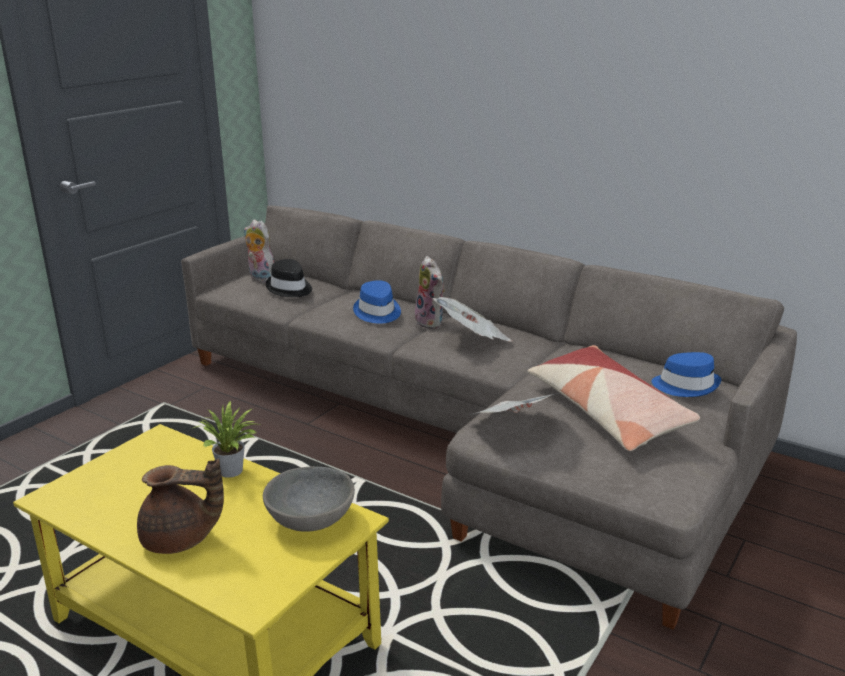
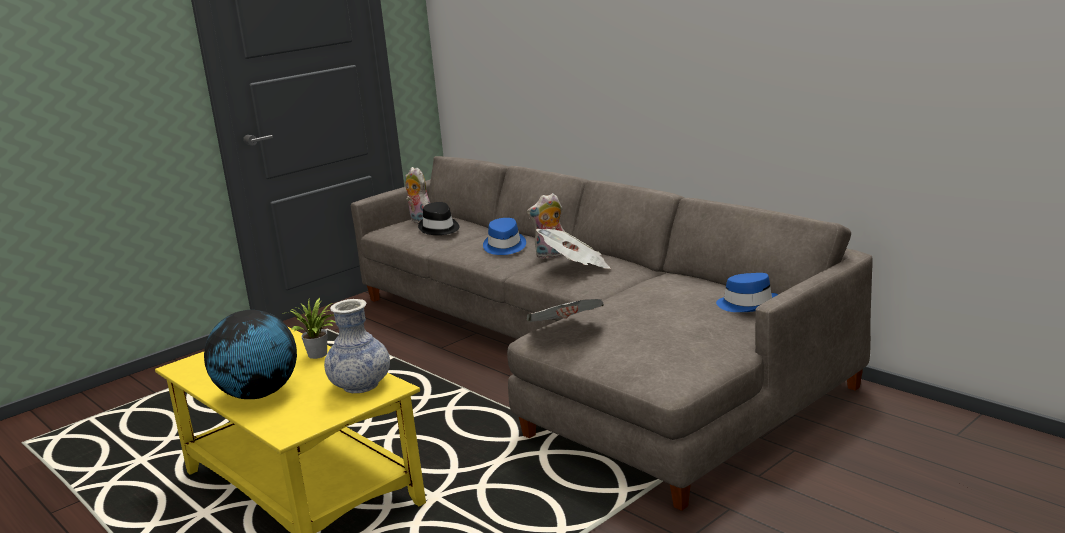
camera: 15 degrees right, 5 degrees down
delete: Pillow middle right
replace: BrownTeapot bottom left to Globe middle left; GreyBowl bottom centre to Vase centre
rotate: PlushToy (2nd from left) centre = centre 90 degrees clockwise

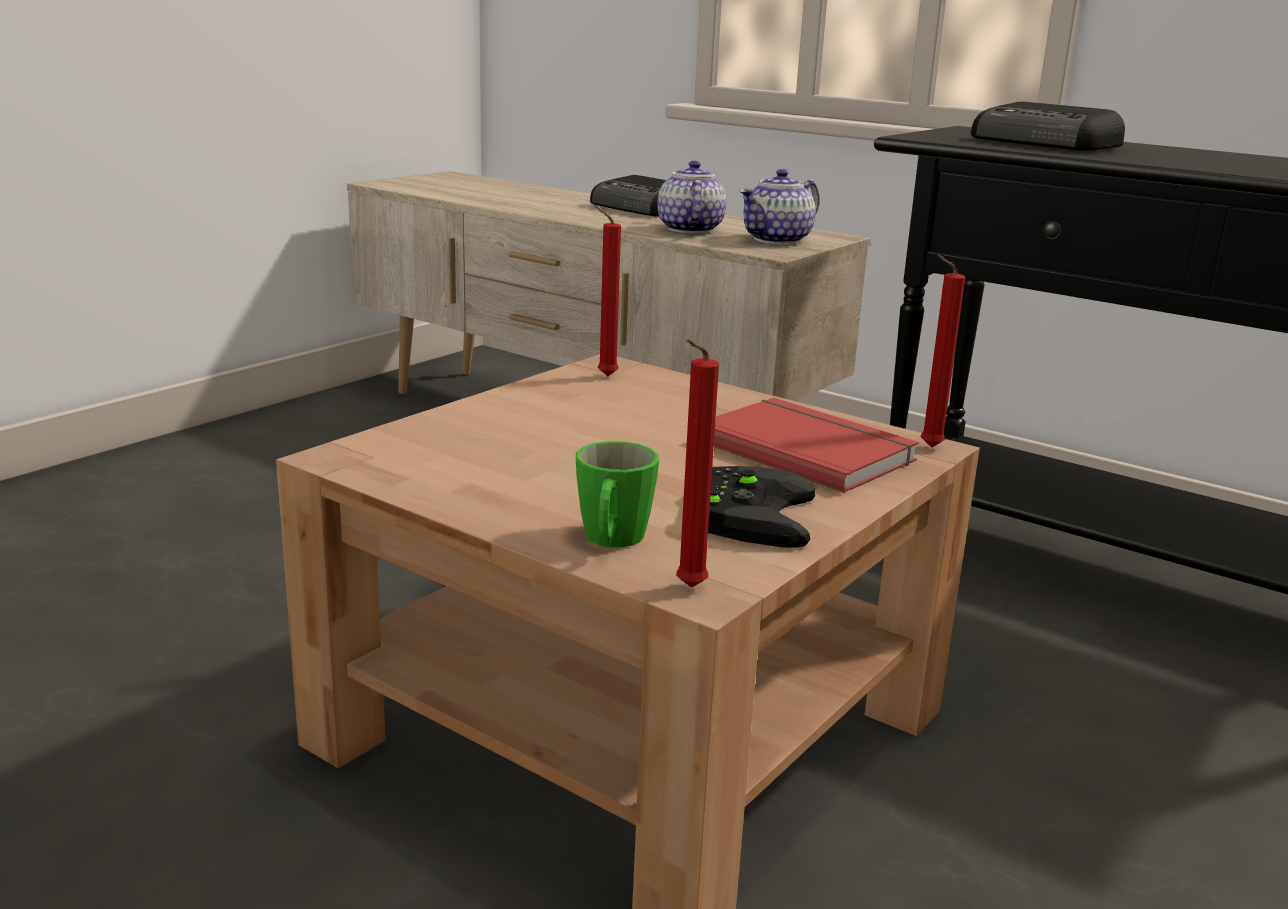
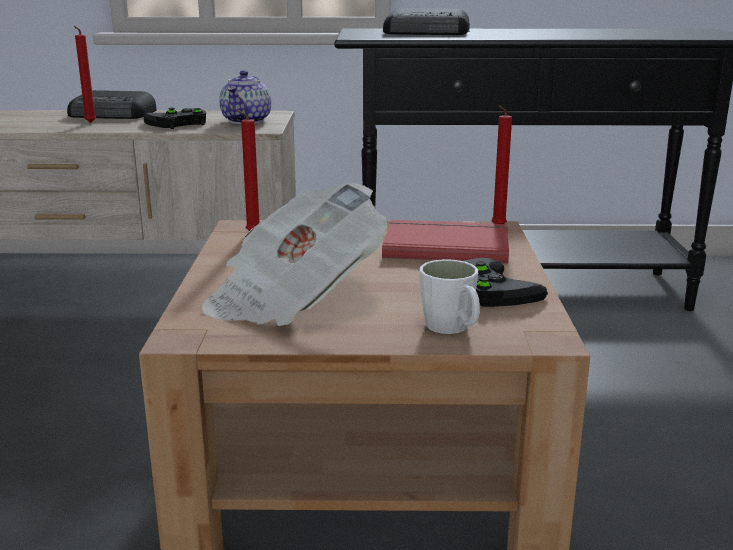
camera: 35 degrees left, 0 degrees up
insert: Newspaper centre
move: RedCandle (2nd from left in the first image) centre to RedCandle (1st from left) top left
replace: Teapot (1st from left) top centre to BlackGameController (1st from left) top left
recolor: GreenMug centre to WhiteMug centre

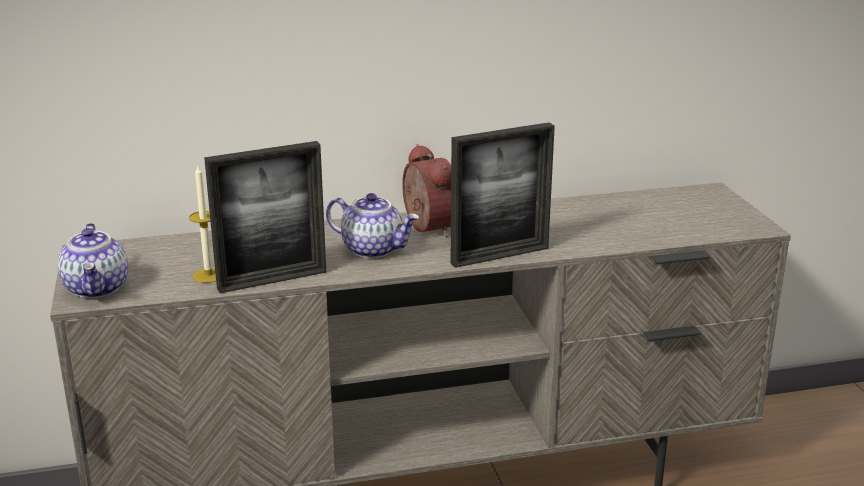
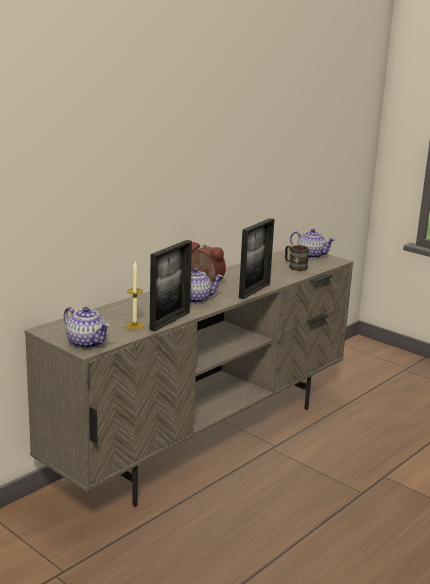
camera: 35 degrees left, 5 degrees down
insert: BrownMug middle right; Teapot (3rd from left) middle right

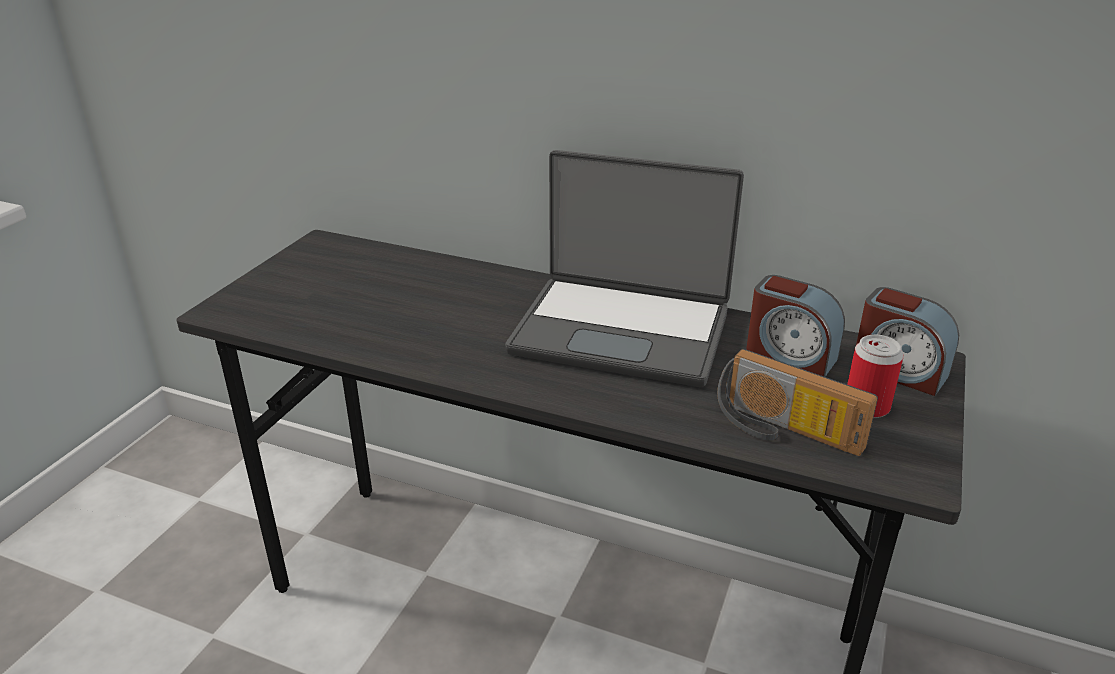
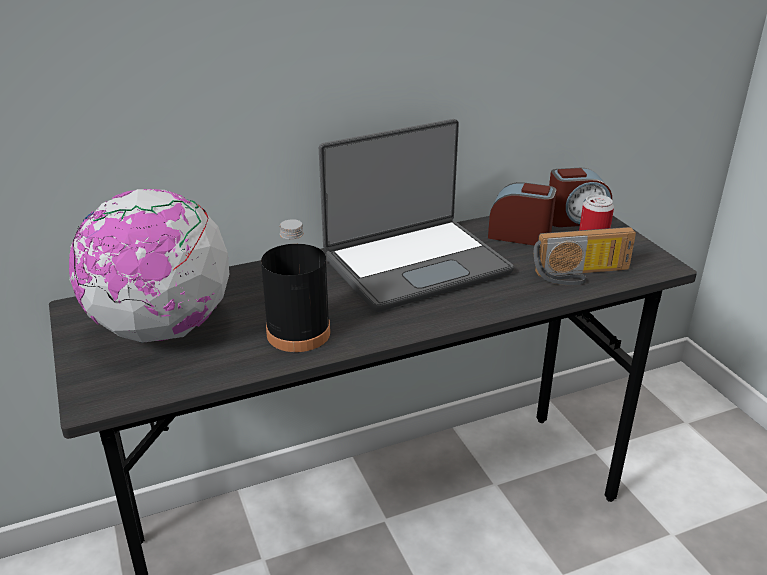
camera: 45 degrees left, 0 degrees up
insert: Globe middle left; BlackBottle centre
rotate: AlarmClock (1st from left) middle right = middle right 150 degrees counterclockwise

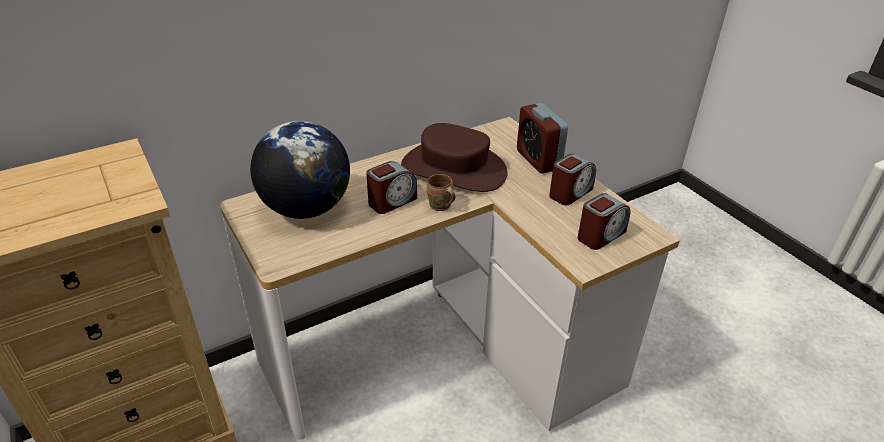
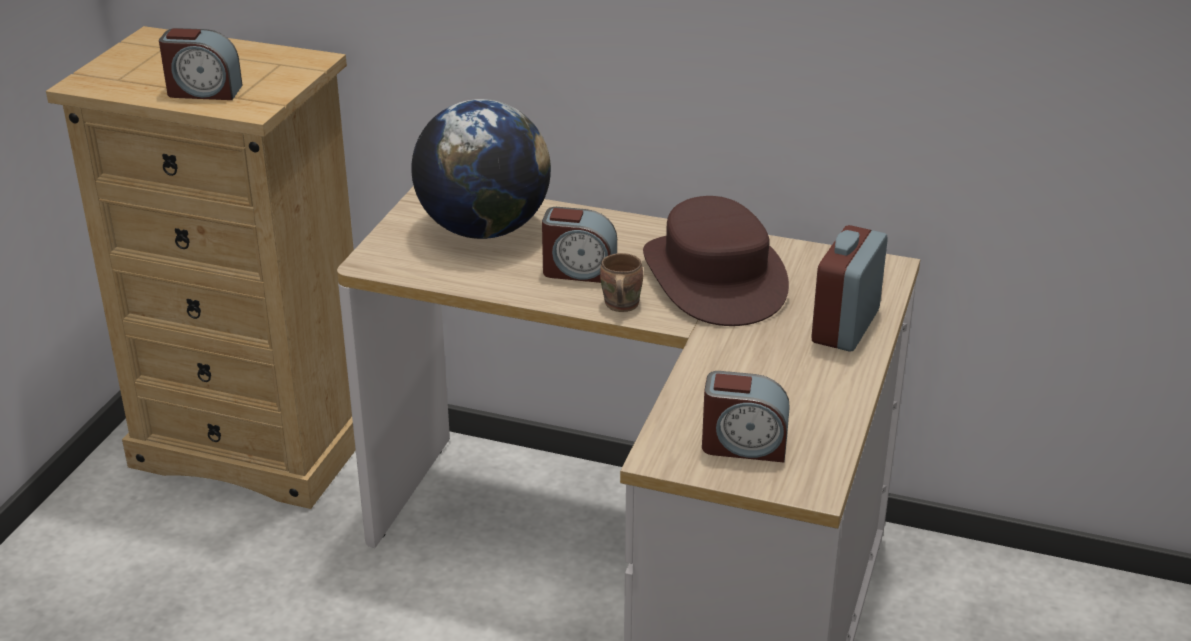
camera: 50 degrees right, 5 degrees down
move: AlarmClock (3rd from left in the first image) centre to AlarmClock (1st from left) top left

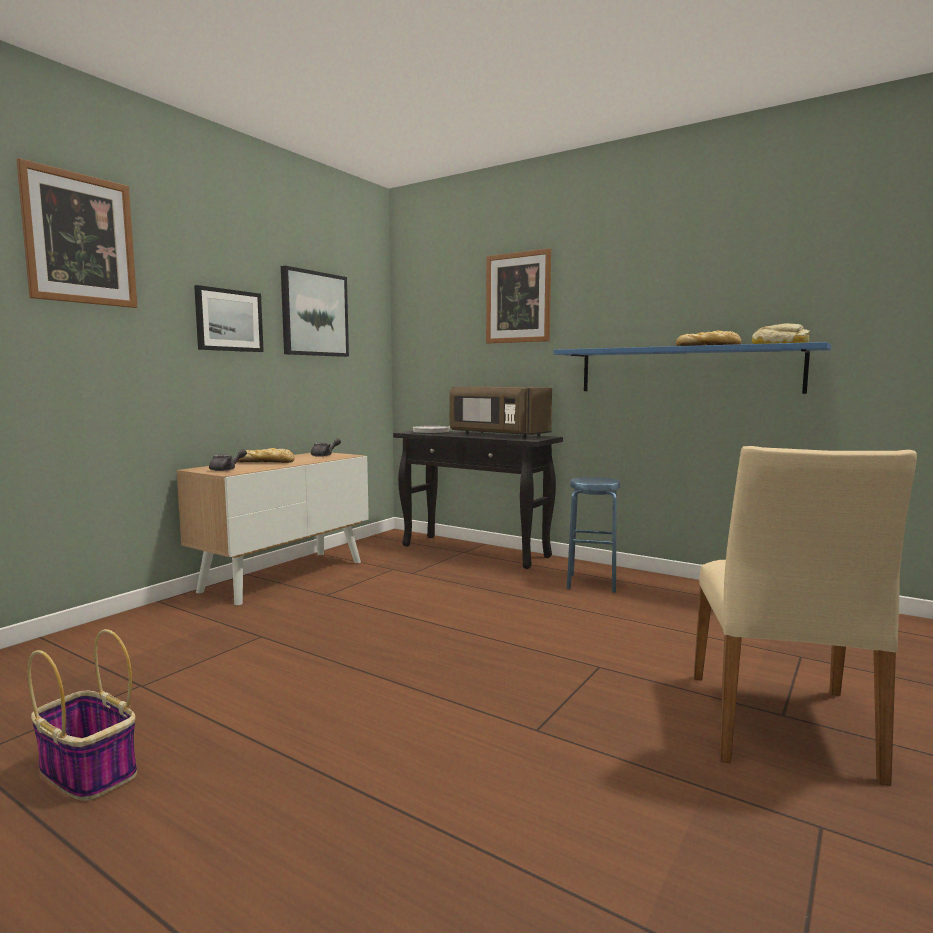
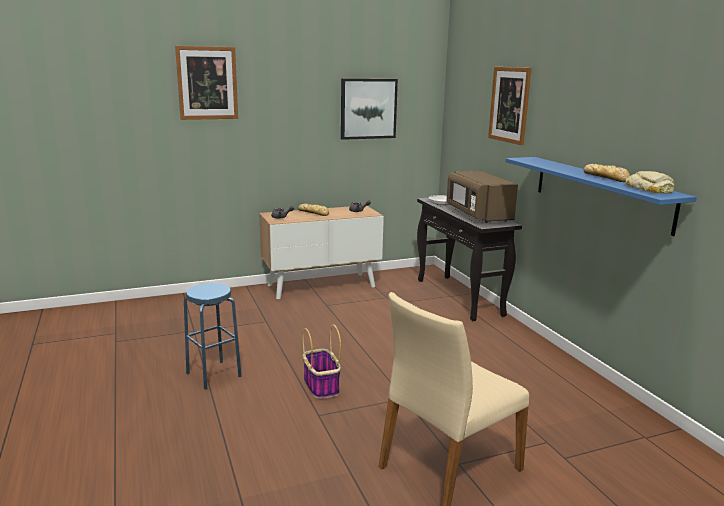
camera: 35 degrees right, 10 degrees up
delete: Picture (2nd from left) middle left
move: BlueStool centre to middle left; Basket bottom left to bottom centre

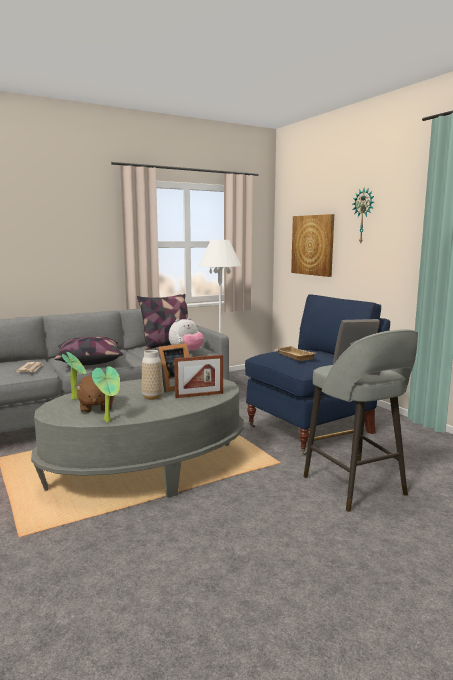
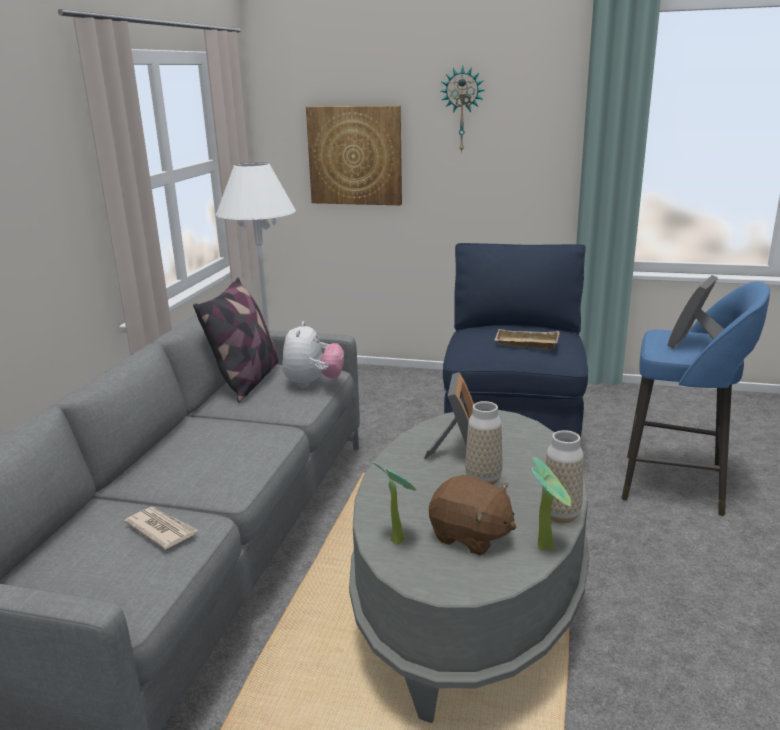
camera: 45 degrees left, 10 degrees up
delete: Pillow (1st from left) middle left; PictureFrame (2nd from left) centre
insert: Vase (2nd from left) middle right
recolor: GreyStool middle right to BlueStool middle right

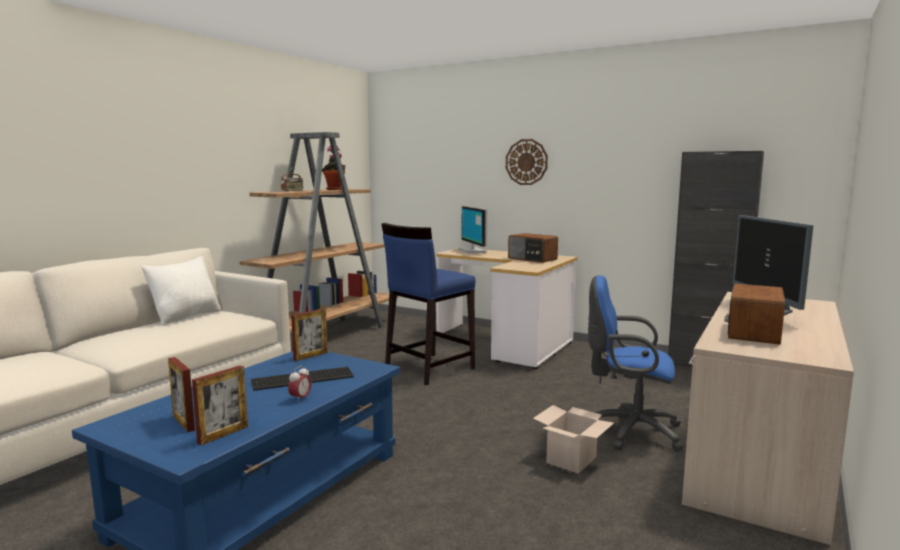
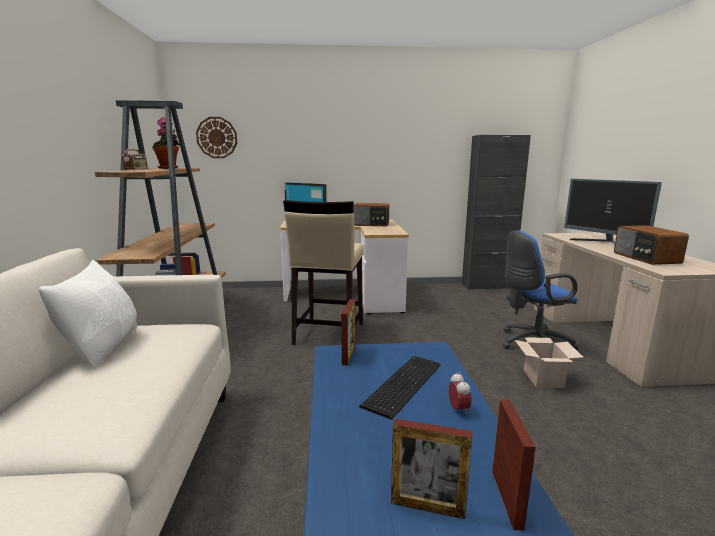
camera: 35 degrees left, 5 degrees up
move: WallClock top centre to top left
recolor: BlueStool centre to BeigeStool centre

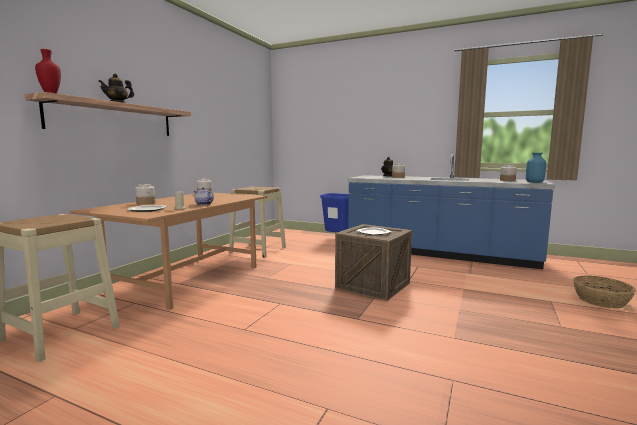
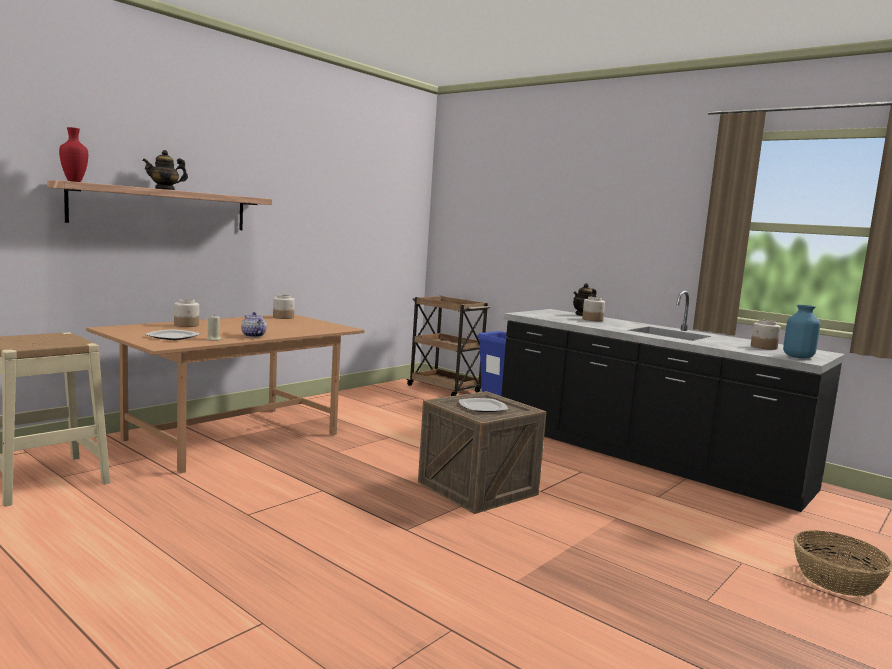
camera: 15 degrees right, 0 degrees up
delete: BeigeStool (2nd from left) centre
insert: BrownCart centre
recolor: BlueCounter middle right to BlackCounter middle right

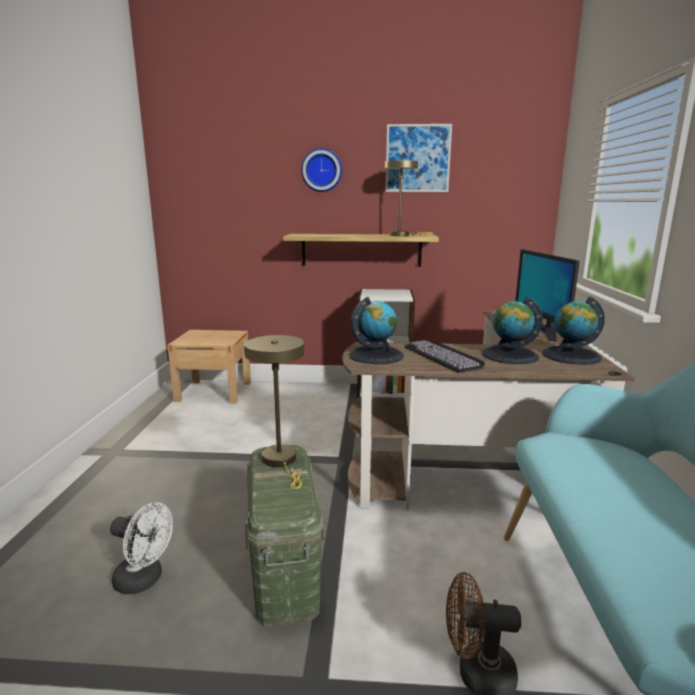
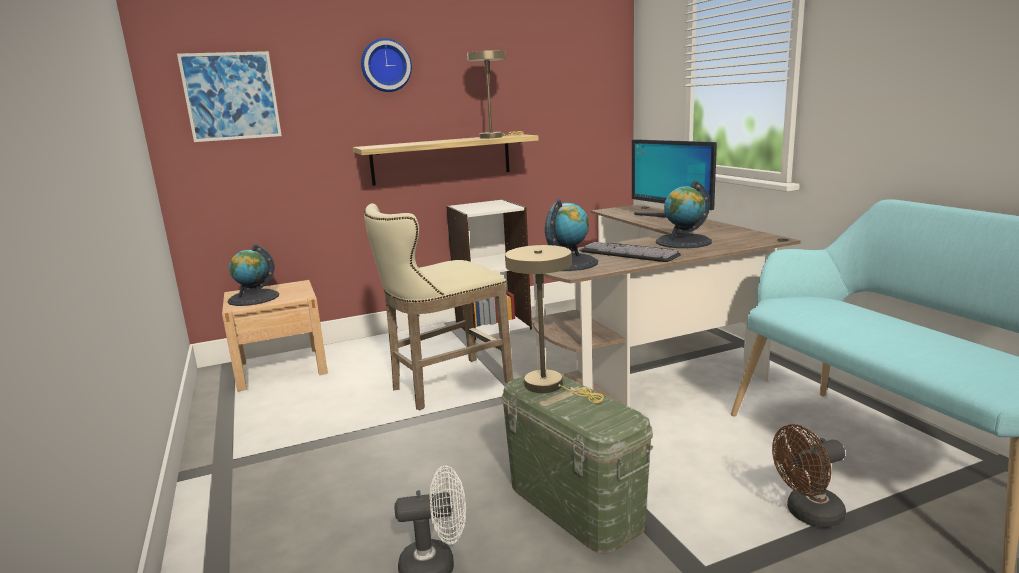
camera: 25 degrees left, 0 degrees up
insert: BeigeStool centre
move: Picture top centre to top left; Globe (3rd from left in the first image) middle right to Globe (1st from left) middle left

